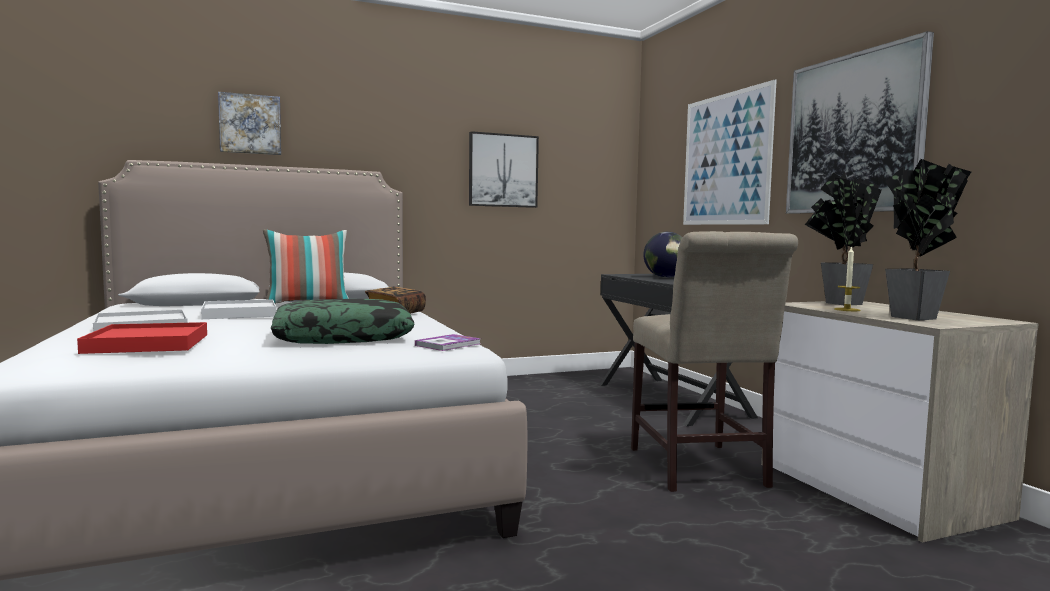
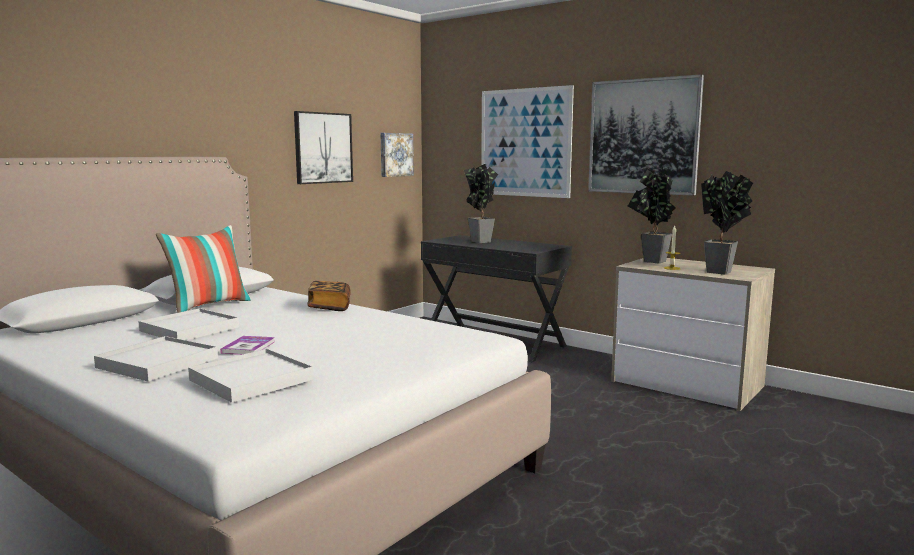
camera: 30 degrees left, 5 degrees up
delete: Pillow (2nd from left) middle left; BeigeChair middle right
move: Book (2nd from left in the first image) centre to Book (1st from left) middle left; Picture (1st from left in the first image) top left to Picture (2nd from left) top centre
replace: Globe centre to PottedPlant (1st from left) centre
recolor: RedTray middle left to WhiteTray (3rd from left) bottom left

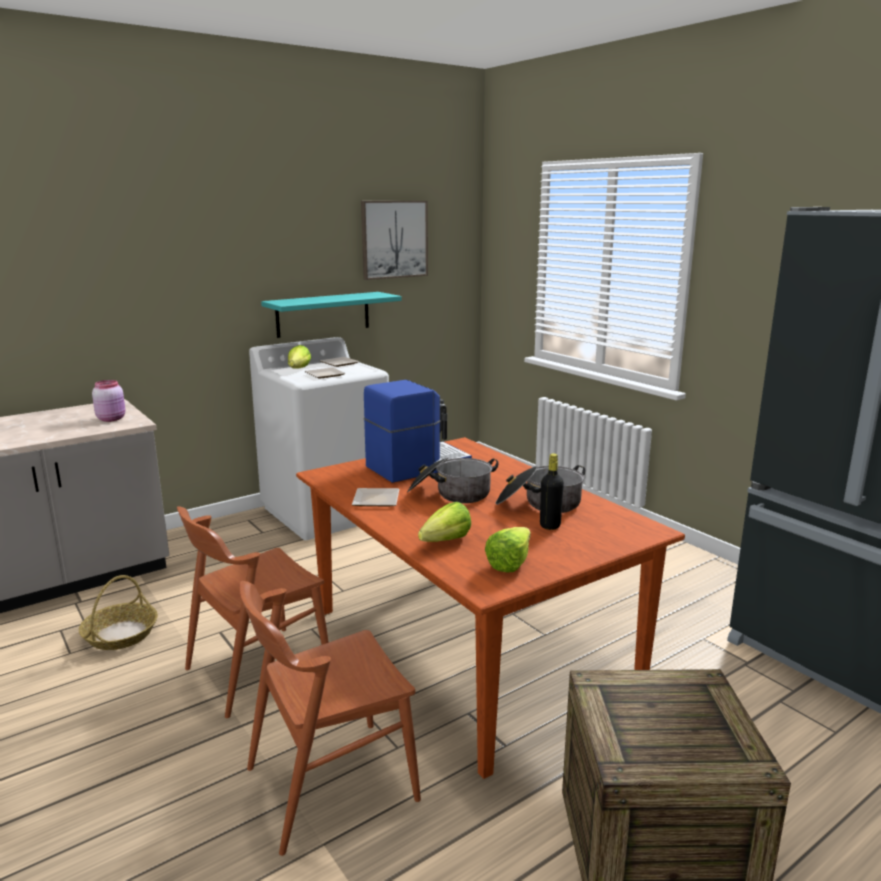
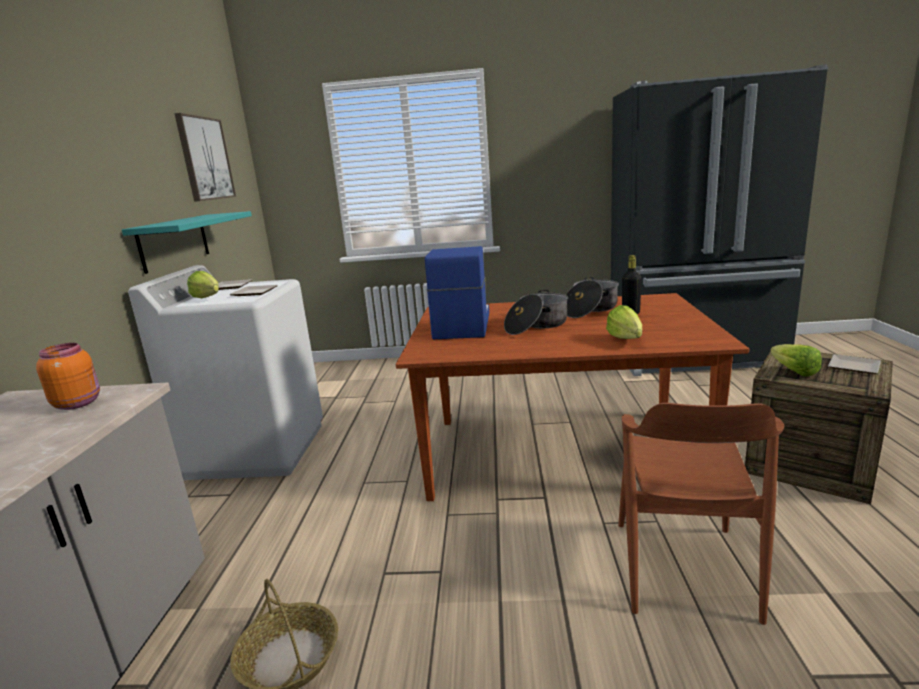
camera: 50 degrees left, 0 degrees up
delete: BrownChair (1st from left) bottom left
move: Lettuce (3rd from left) centre to middle right; Plate (3rd from left) centre to middle right
recolor: PinkJar middle left to OrangeJar middle left

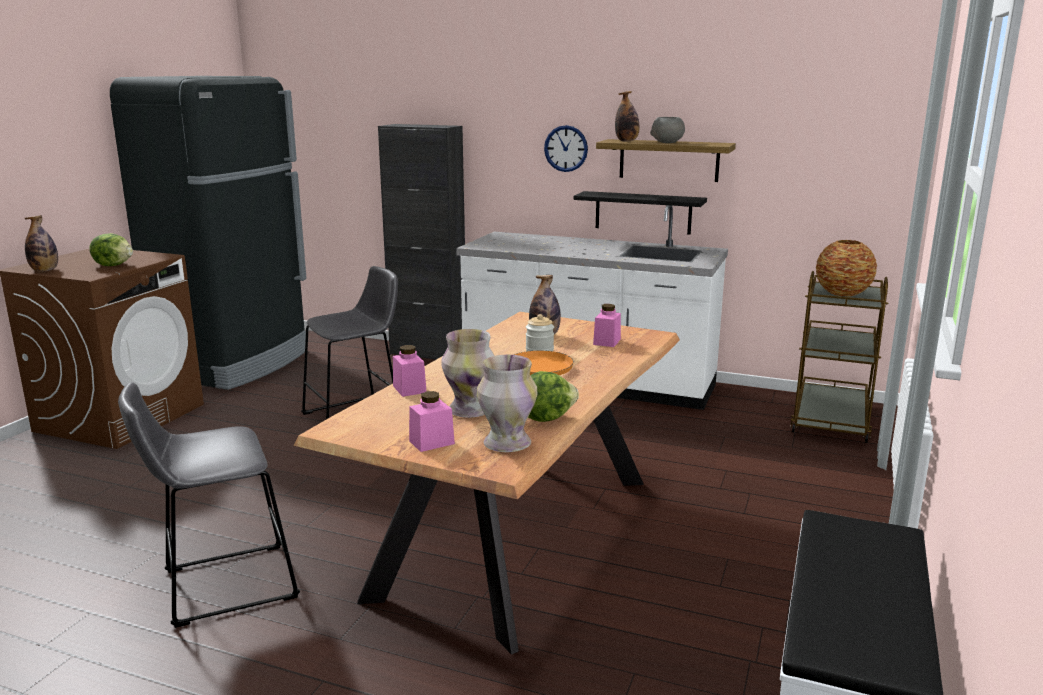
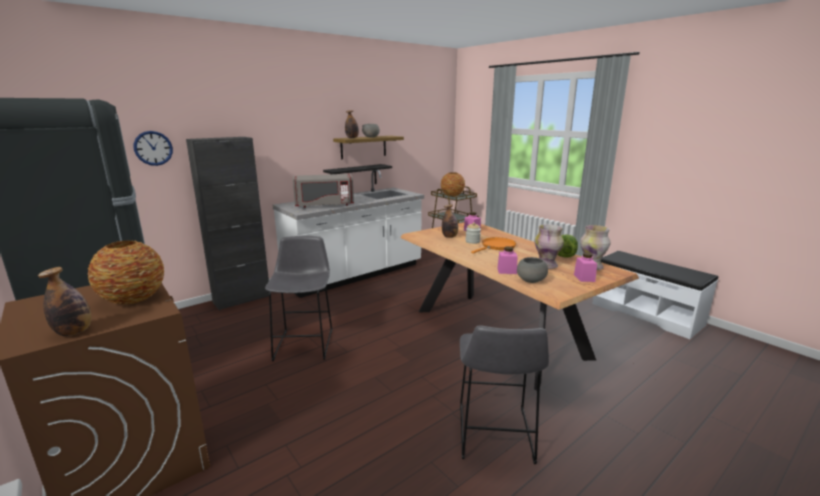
camera: 60 degrees left, 0 degrees up
insert: GreyMicrowave centre; GreyBowl (2nd from left) centre
move: WallClock top centre to top left
replace: Lettuce (1st from left) middle left to Vase (1st from left) middle left

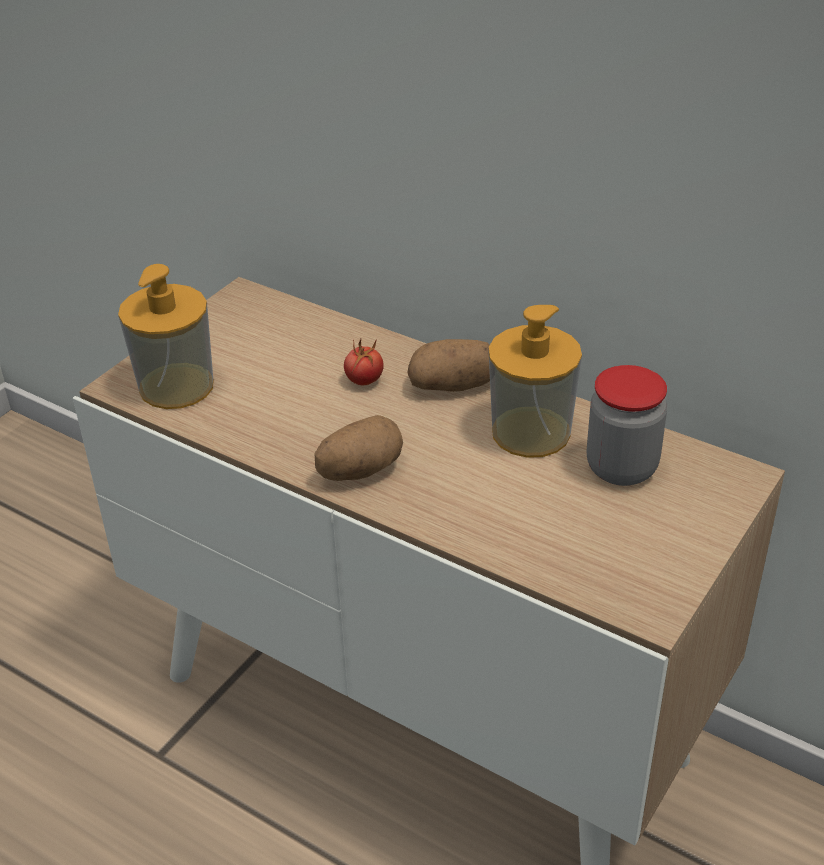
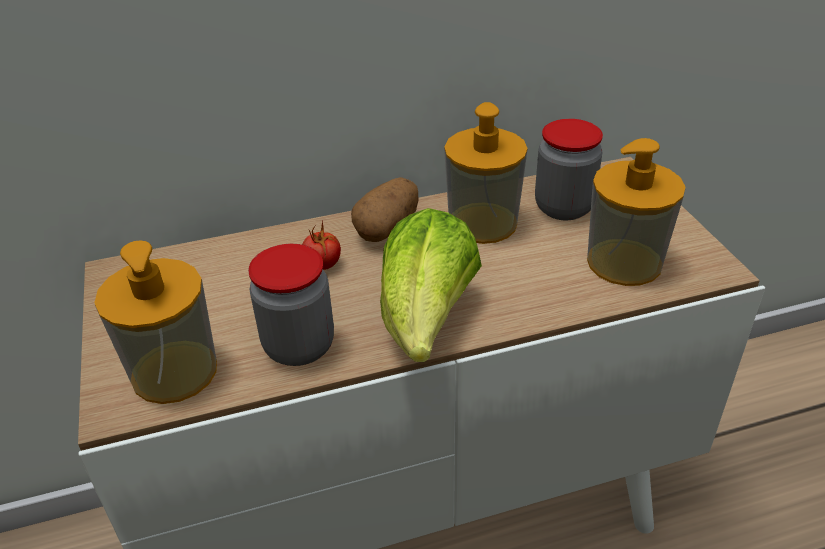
camera: 50 degrees left, 0 degrees up
insert: Jar (1st from left) centre; SoapDispenser (3rd from left) middle right
replace: Potato (1st from left) centre to Lettuce centre

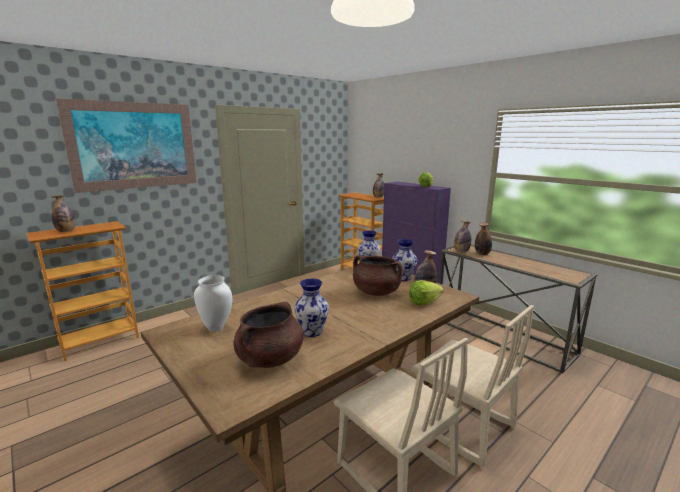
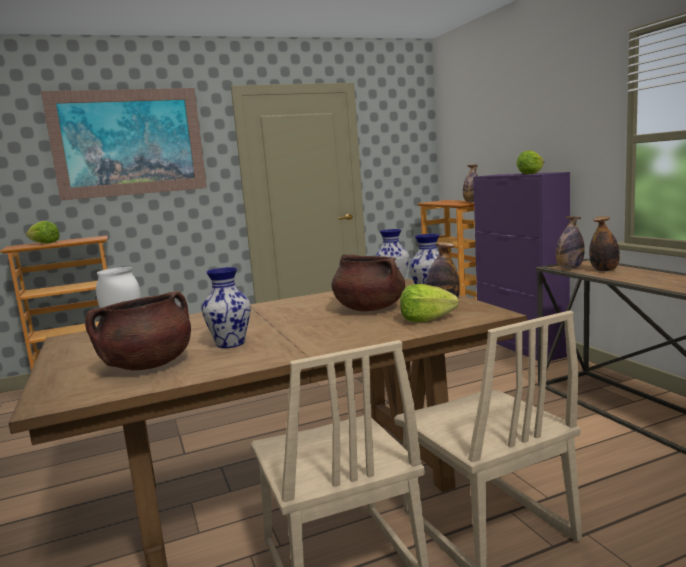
camera: 20 degrees right, 5 degrees down
replace: Bottle (1st from left) middle left to Lettuce (1st from left) middle left

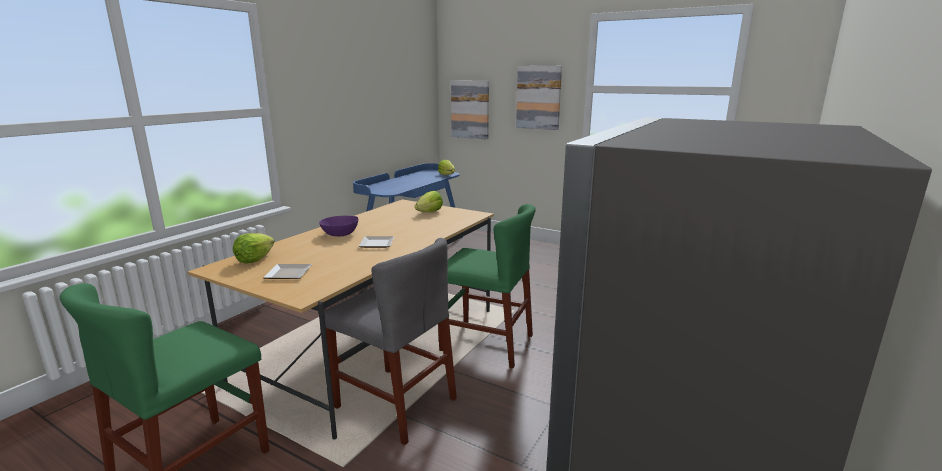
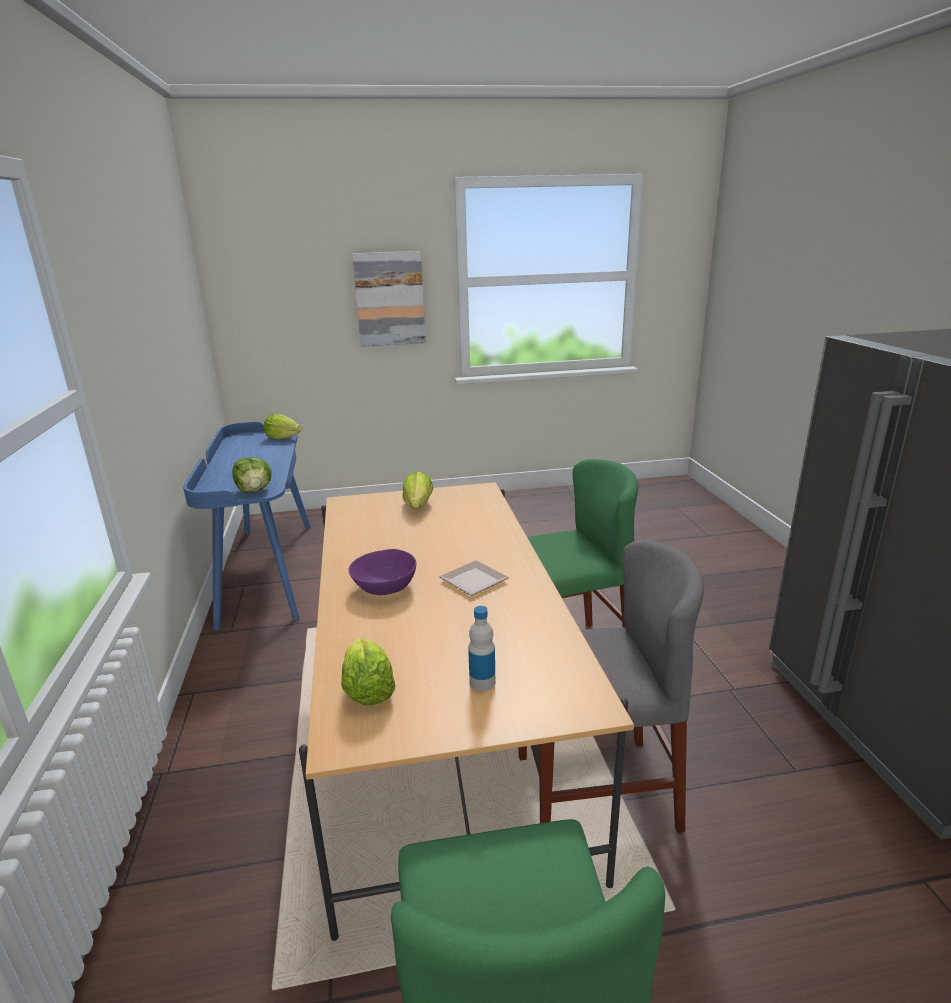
camera: 40 degrees left, 5 degrees up
delete: Picture (1st from left) top centre
insert: Lettuce (1st from left) middle left
replace: Plate (1st from left) middle left to Bottle centre

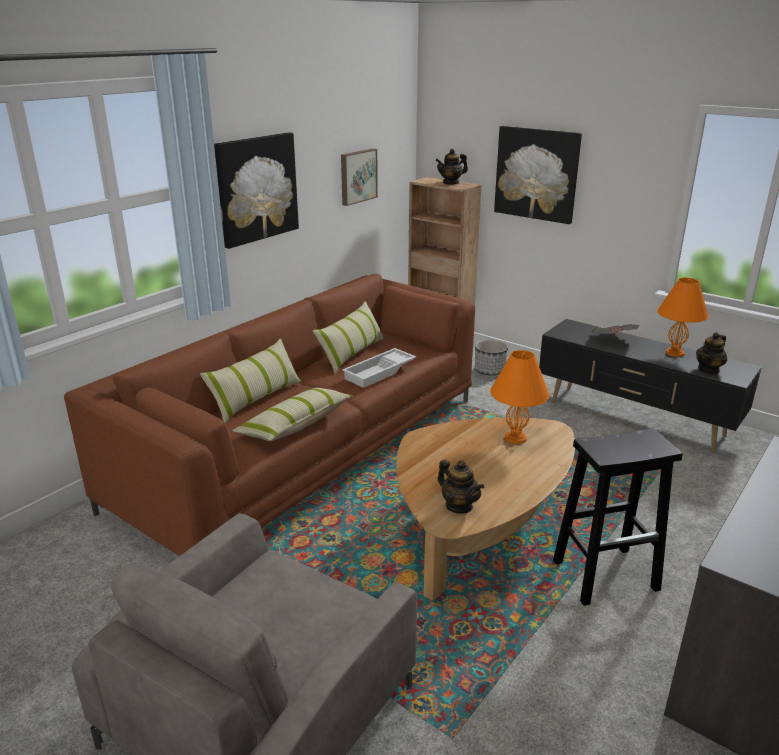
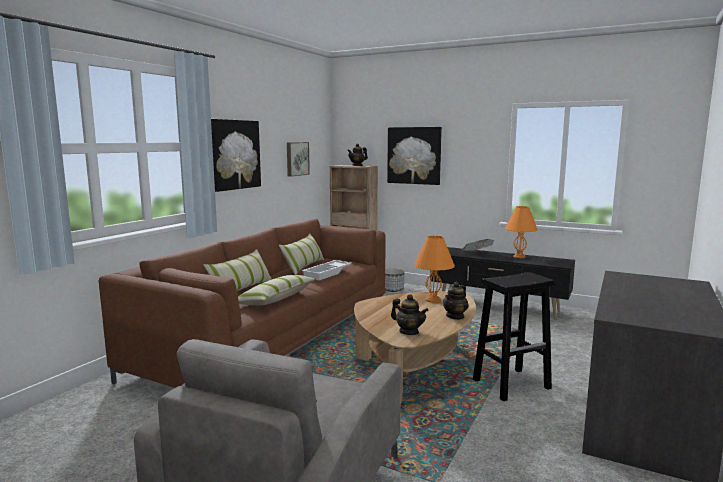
camera: 10 degrees left, 15 degrees down
move: Teapot (3rd from left) middle right to centre

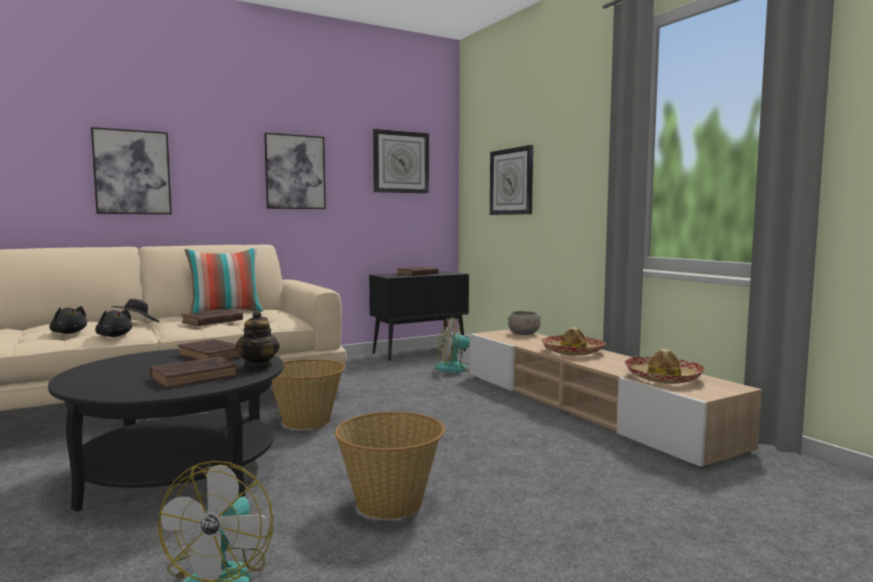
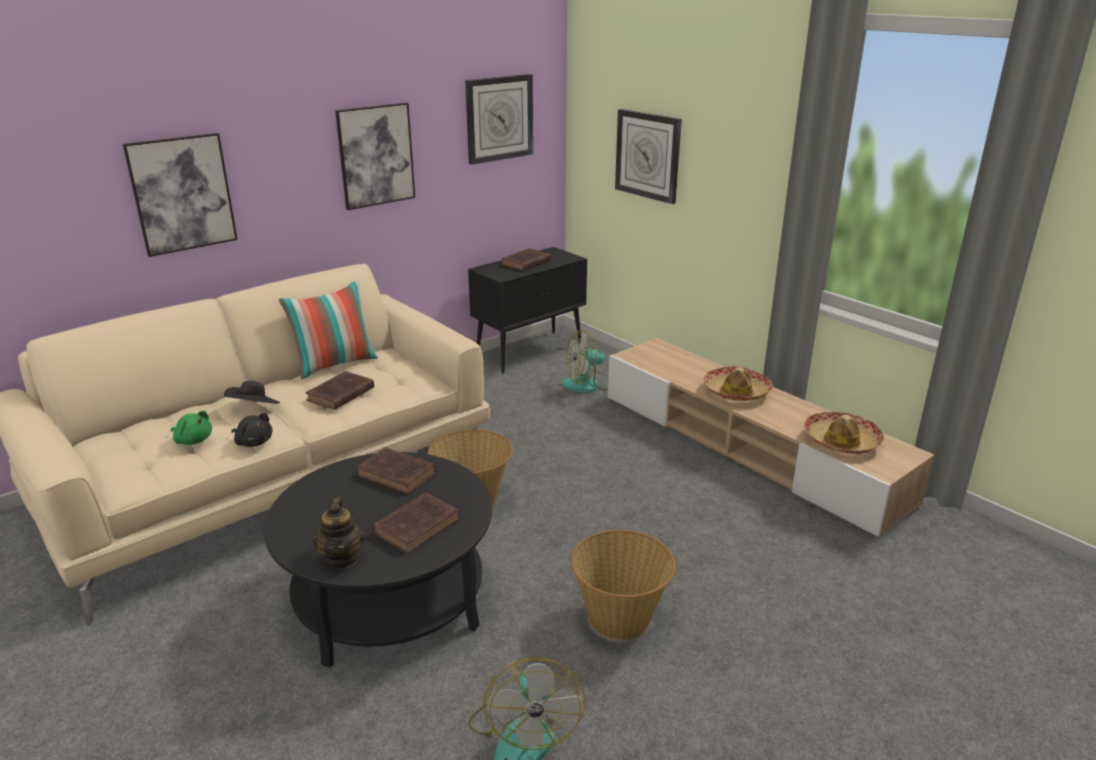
camera: 10 degrees left, 20 degrees up
delete: GreyBowl centre
move: Teapot middle left to bottom left
recolor: BlackPlushToy (1st from left) middle left to GreenPlushToy middle left

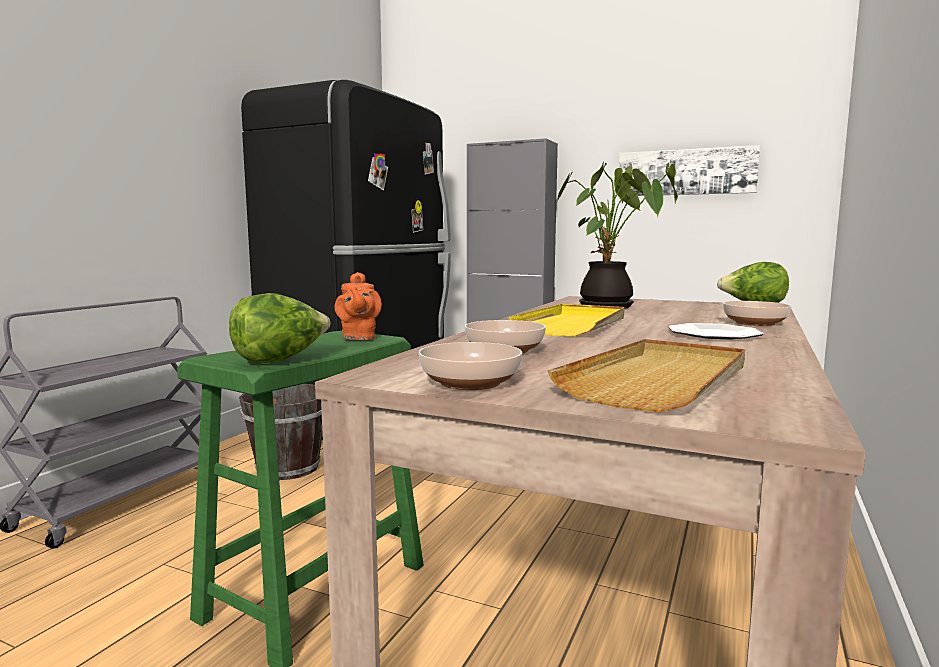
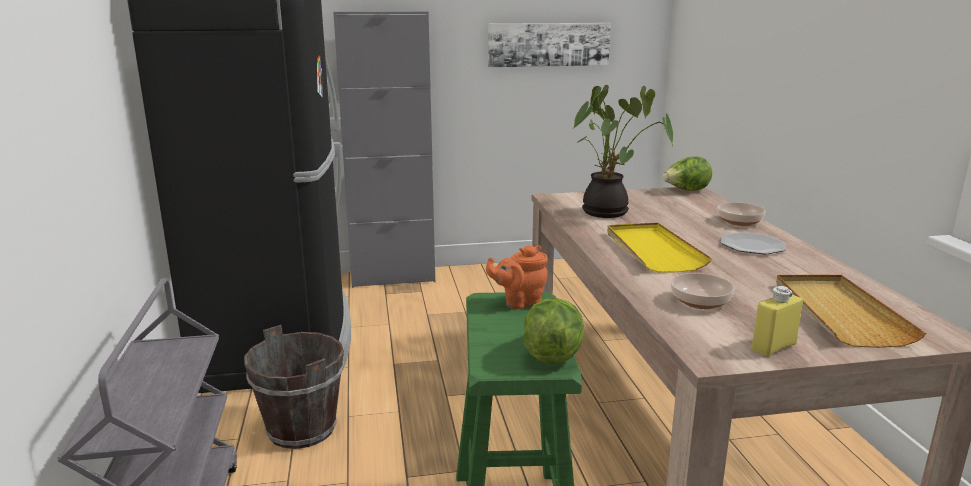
camera: 35 degrees left, 10 degrees up
replace: Bowl (1st from left) centre to YellowBottle middle right
rotate: OrangeTeapot centre = centre 120 degrees clockwise

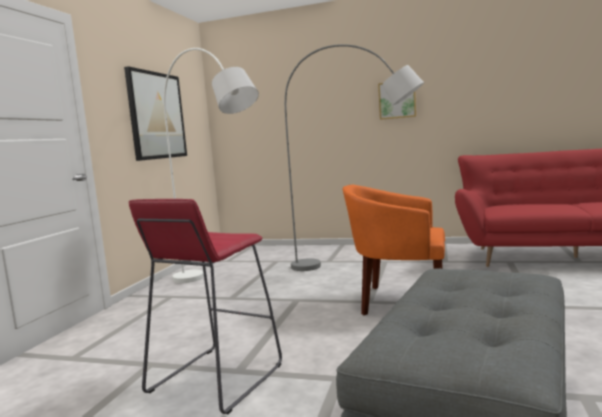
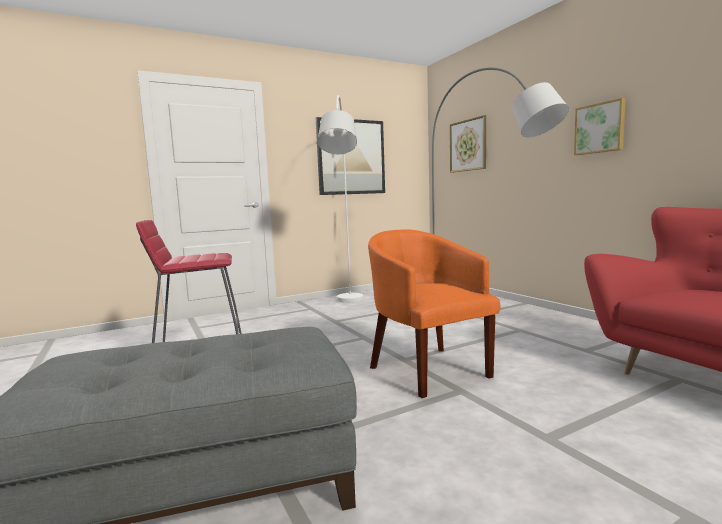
camera: 45 degrees right, 0 degrees up
insert: Picture (2nd from left) top centre

